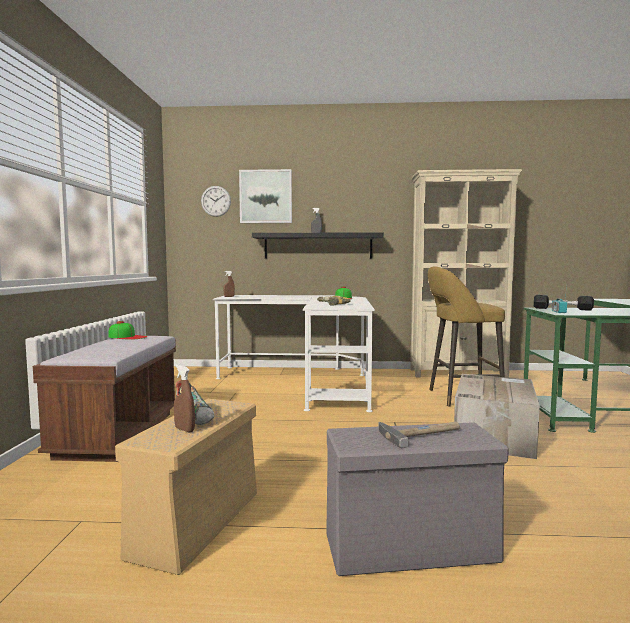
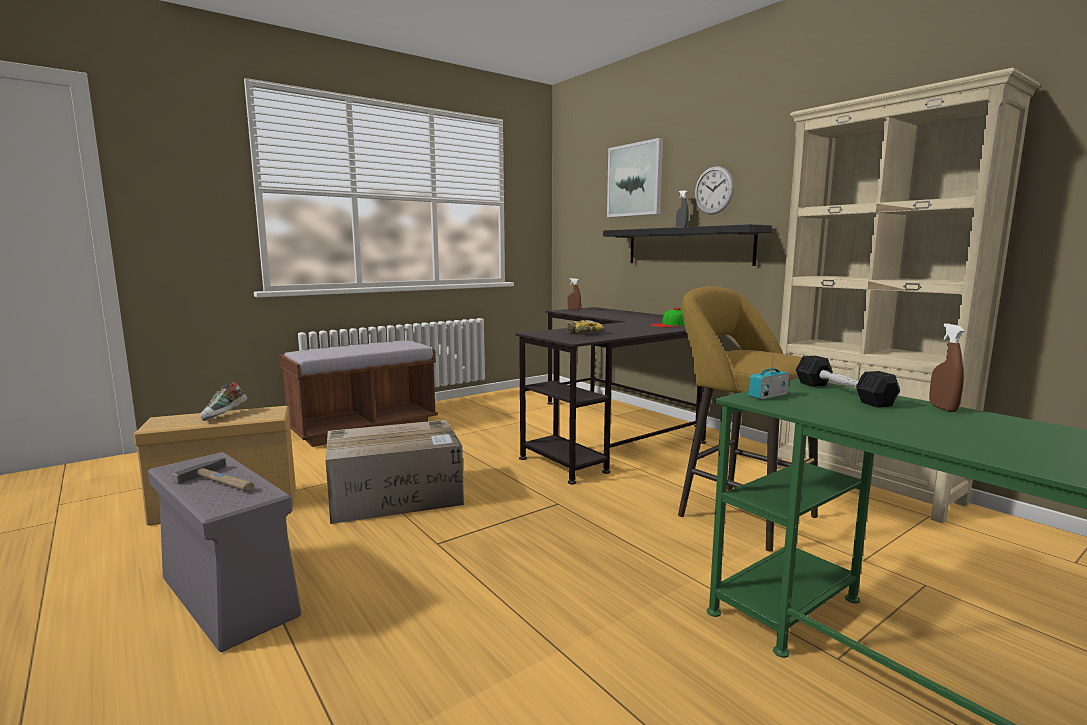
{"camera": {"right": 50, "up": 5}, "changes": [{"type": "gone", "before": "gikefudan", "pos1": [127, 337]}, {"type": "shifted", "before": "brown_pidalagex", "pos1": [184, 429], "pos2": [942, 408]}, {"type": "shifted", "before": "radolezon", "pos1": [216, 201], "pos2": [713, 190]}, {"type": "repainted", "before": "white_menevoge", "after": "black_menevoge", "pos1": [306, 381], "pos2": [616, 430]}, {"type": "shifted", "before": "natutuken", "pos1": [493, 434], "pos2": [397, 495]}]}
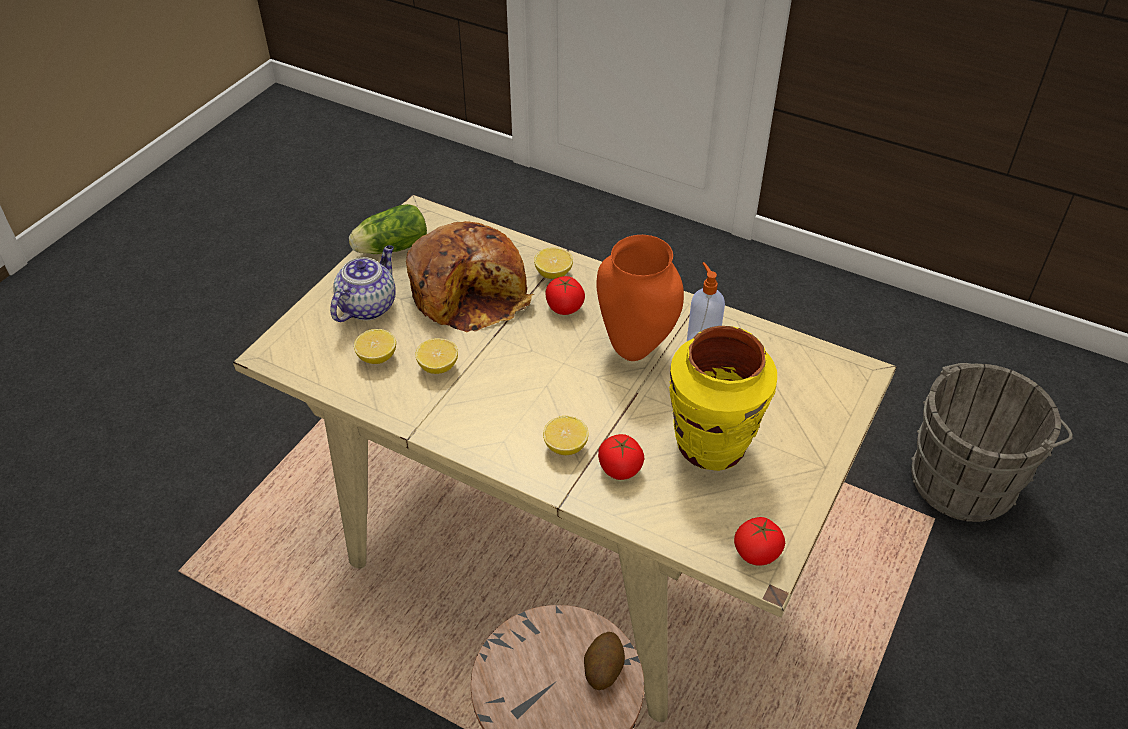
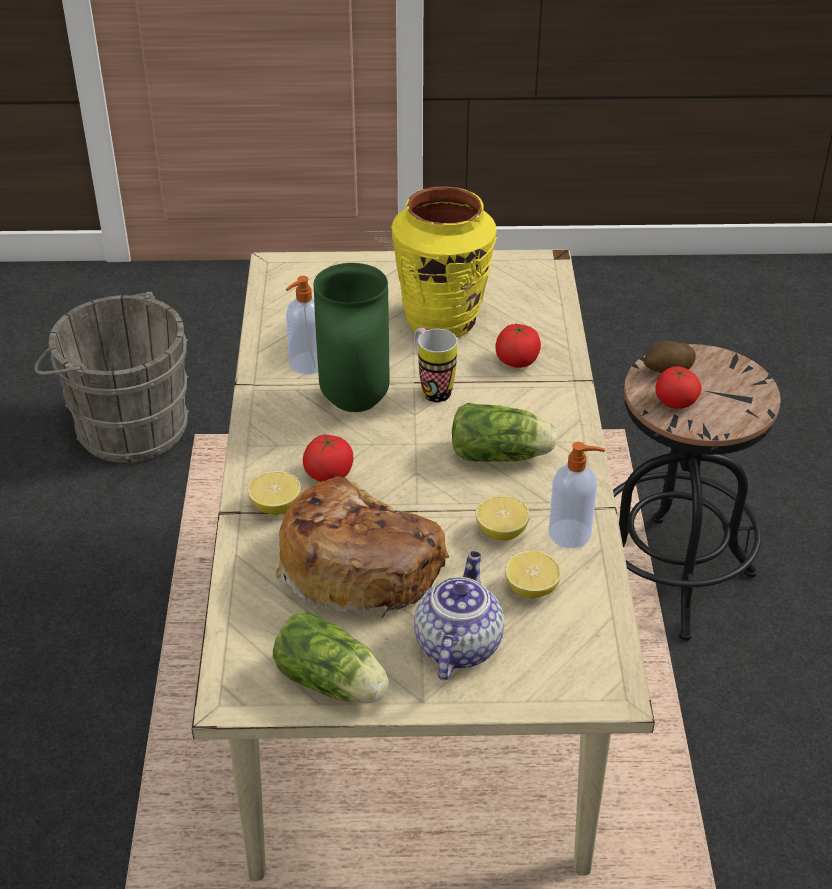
{"camera": {"right": -120, "up": -5}, "changes": [{"type": "rotated", "before": "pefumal", "pos1": [368, 305], "pos2": [457, 644], "turn": 105}, {"type": "gone", "before": "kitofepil", "pos1": [565, 446]}, {"type": "repainted", "before": "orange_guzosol", "after": "green_guzosol", "pos1": [636, 348], "pos2": [352, 402]}, {"type": "shifted", "before": "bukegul", "pos1": [756, 553], "pos2": [675, 402]}, {"type": "new", "after": "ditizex", "pos2": [431, 388]}, {"type": "new", "after": "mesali", "pos2": [503, 455]}, {"type": "new", "after": "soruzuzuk", "pos2": [571, 534]}]}
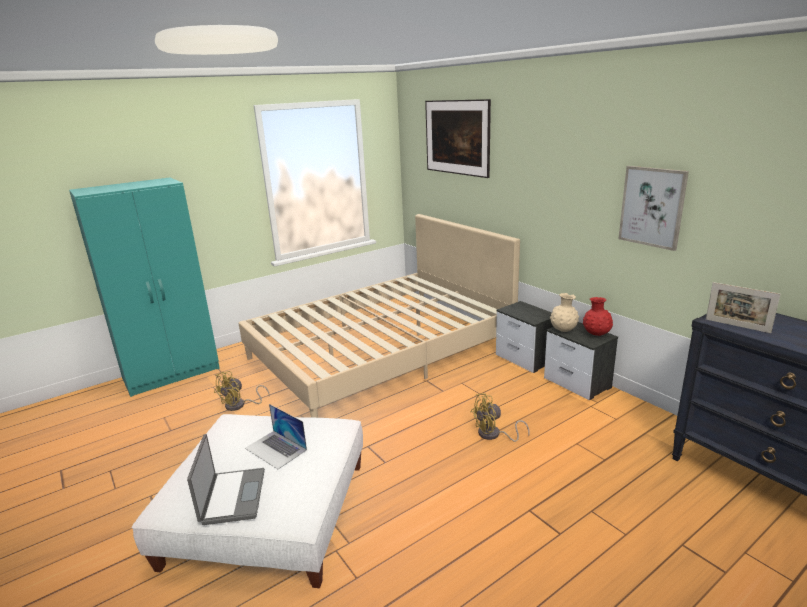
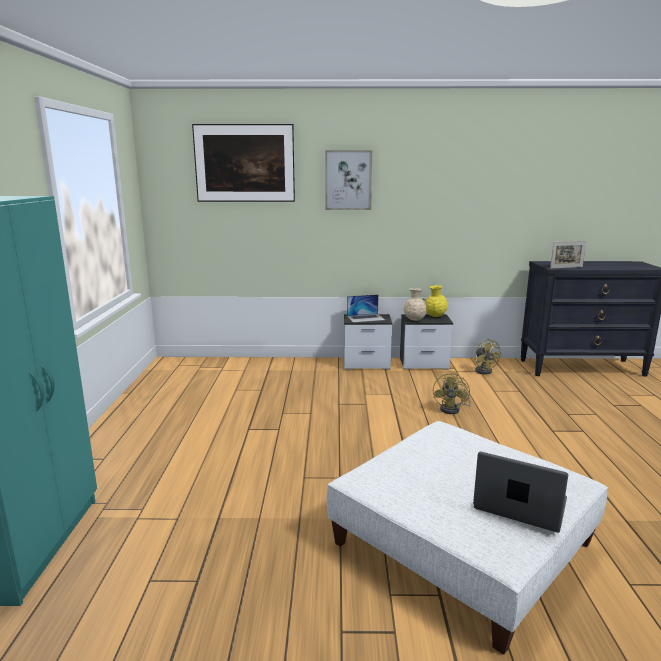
{"camera": {"right": -55, "up": -5}, "changes": [{"type": "shifted", "before": "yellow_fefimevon", "pos1": [239, 405], "pos2": [484, 370]}, {"type": "gone", "before": "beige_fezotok", "pos1": [381, 351]}, {"type": "shifted", "before": "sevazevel", "pos1": [276, 449], "pos2": [365, 318]}, {"type": "repainted", "before": "red_guzosol", "after": "yellow_guzosol", "pos1": [596, 334], "pos2": [435, 316]}, {"type": "shifted", "before": "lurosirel", "pos1": [652, 207], "pos2": [348, 180]}]}
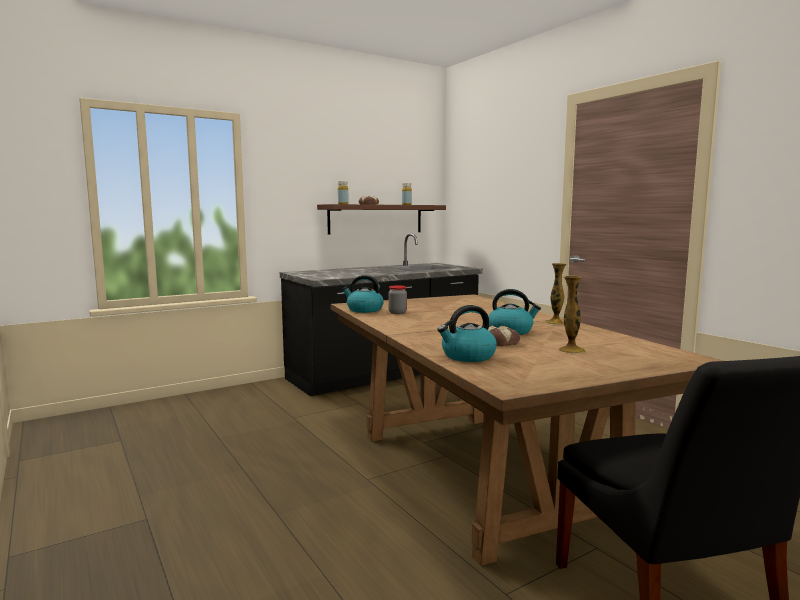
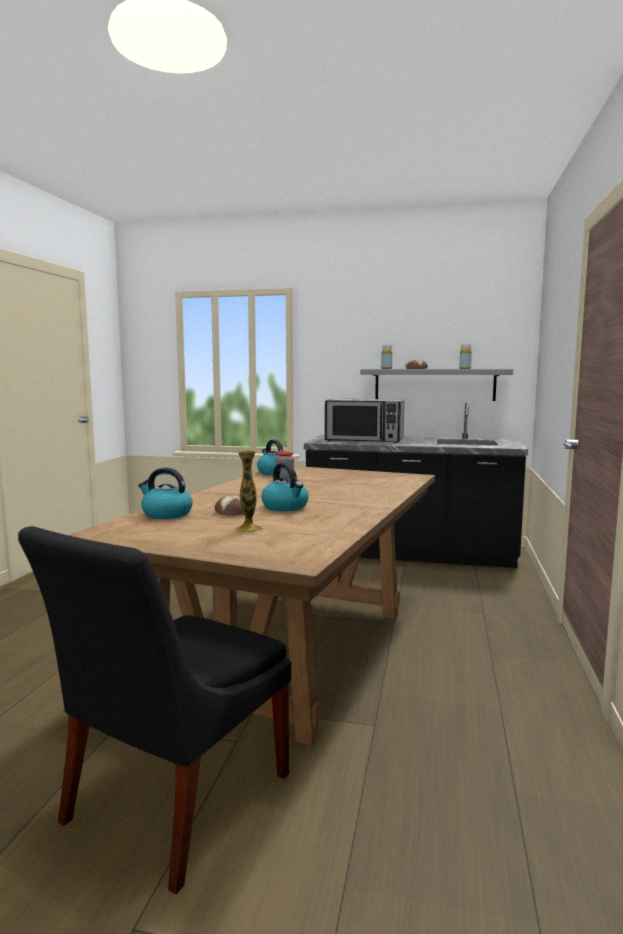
{"camera": {"right": 45, "up": 0}, "changes": [{"type": "repainted", "before": "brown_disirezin", "after": "grey_disirezin", "pos1": [376, 219], "pos2": [434, 384]}, {"type": "gone", "before": "guzosol", "pos1": [555, 323]}, {"type": "new", "after": "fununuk", "pos2": [364, 440]}]}
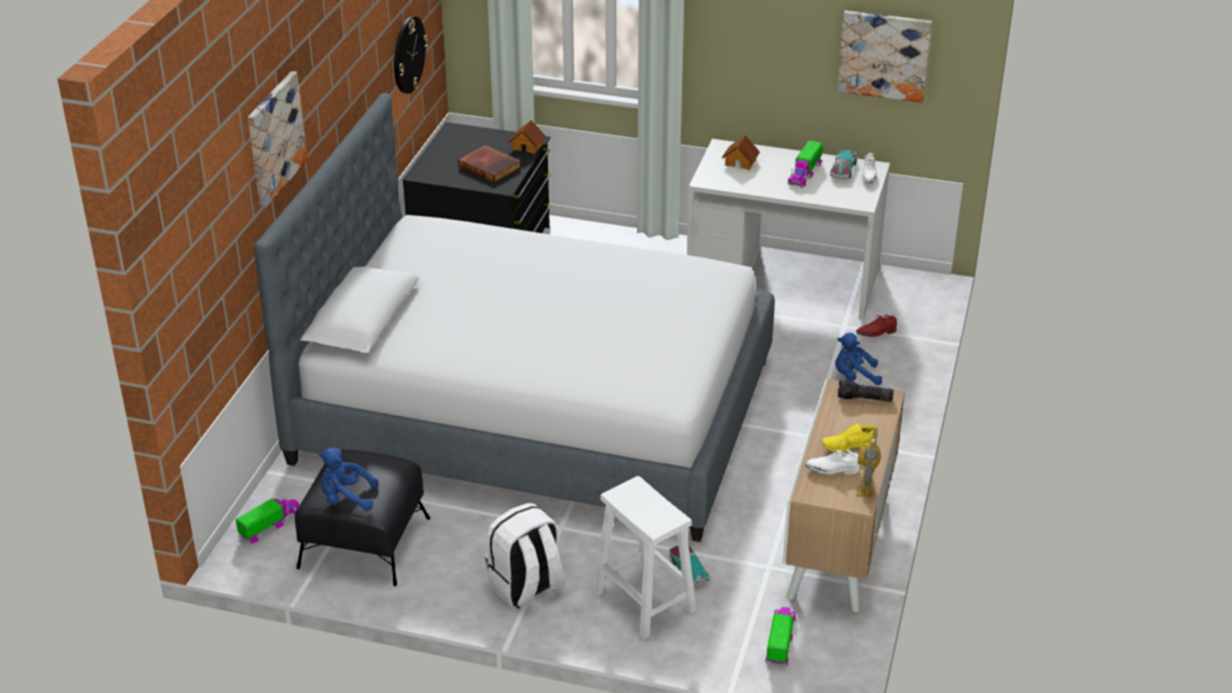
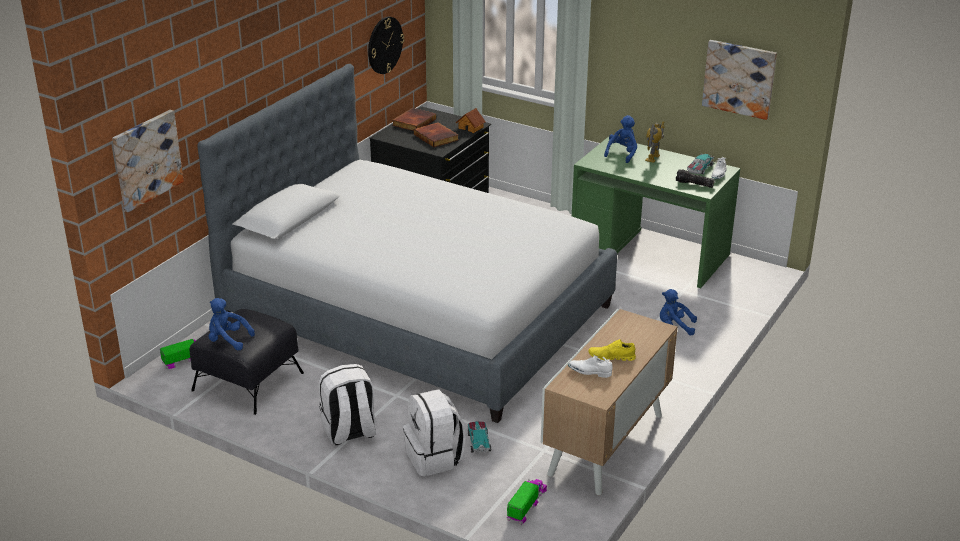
{"camera": {"right": 15, "up": -5}, "changes": [{"type": "shifted", "before": "lurosirel", "pos1": [274, 138], "pos2": [146, 159]}, {"type": "swapped", "before": "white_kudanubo", "after": "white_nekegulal", "pos1": [645, 602], "pos2": [434, 458]}, {"type": "repainted", "before": "white_menevoge", "after": "green_menevoge", "pos1": [783, 279], "pos2": [649, 252]}, {"type": "swapped", "before": "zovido", "after": "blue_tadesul", "pos1": [741, 162], "pos2": [622, 154]}, {"type": "gone", "before": "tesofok", "pos1": [805, 173]}, {"type": "shifted", "before": "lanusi", "pos1": [864, 399], "pos2": [694, 184]}, {"type": "gone", "before": "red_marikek", "pos1": [876, 333]}, {"type": "shifted", "before": "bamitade", "pos1": [866, 487], "pos2": [653, 158]}, {"type": "new", "after": "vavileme", "pos2": [413, 122]}]}
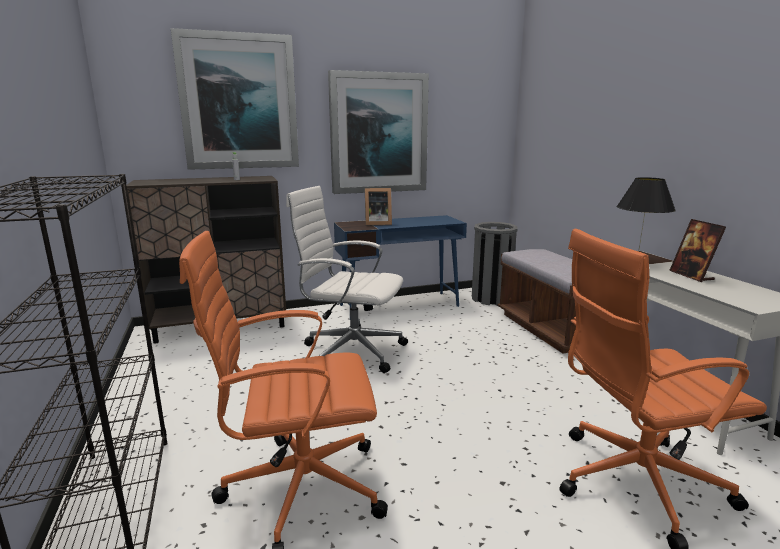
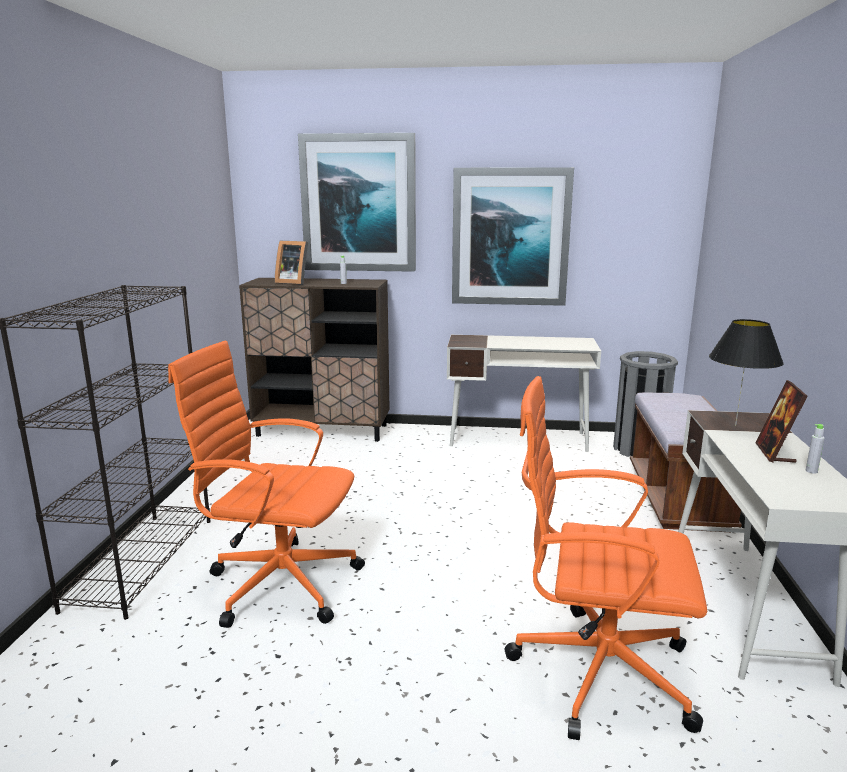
{"camera": {"right": 25, "up": 0}, "changes": [{"type": "gone", "before": "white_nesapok", "pos1": [351, 351]}, {"type": "repainted", "before": "blue_menevoge", "after": "white_menevoge", "pos1": [400, 305], "pos2": [518, 439]}, {"type": "shifted", "before": "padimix", "pos1": [377, 223], "pos2": [293, 282]}, {"type": "new", "after": "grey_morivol", "pos2": [811, 471]}]}
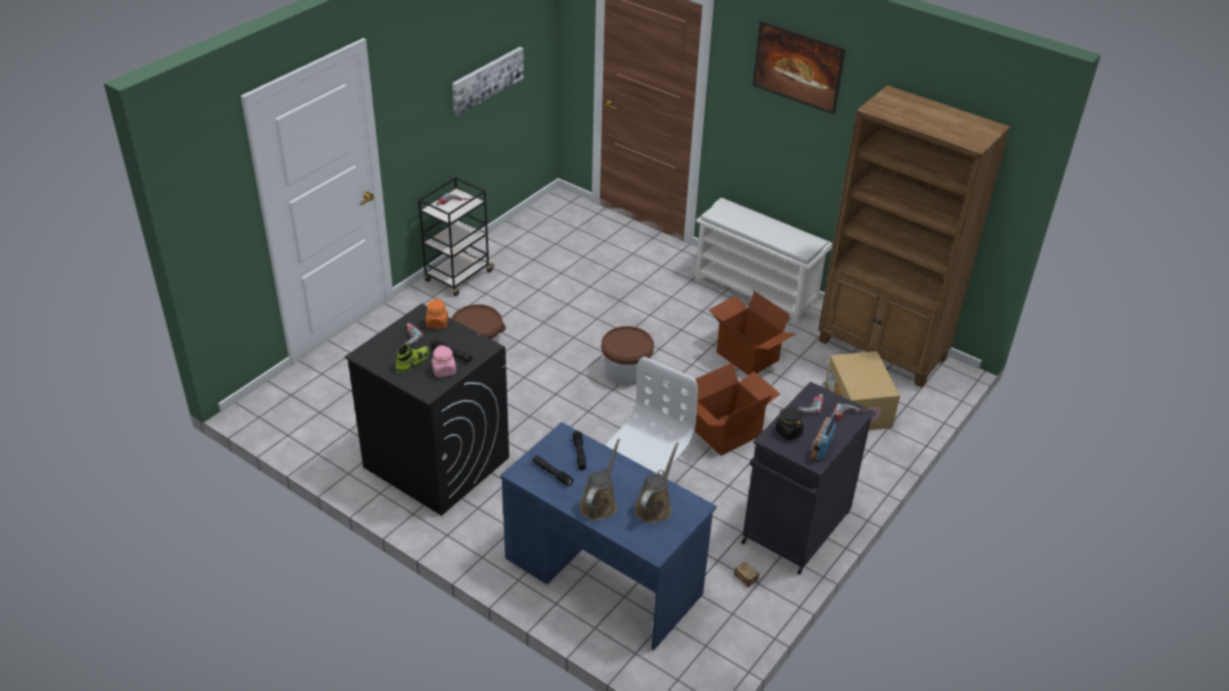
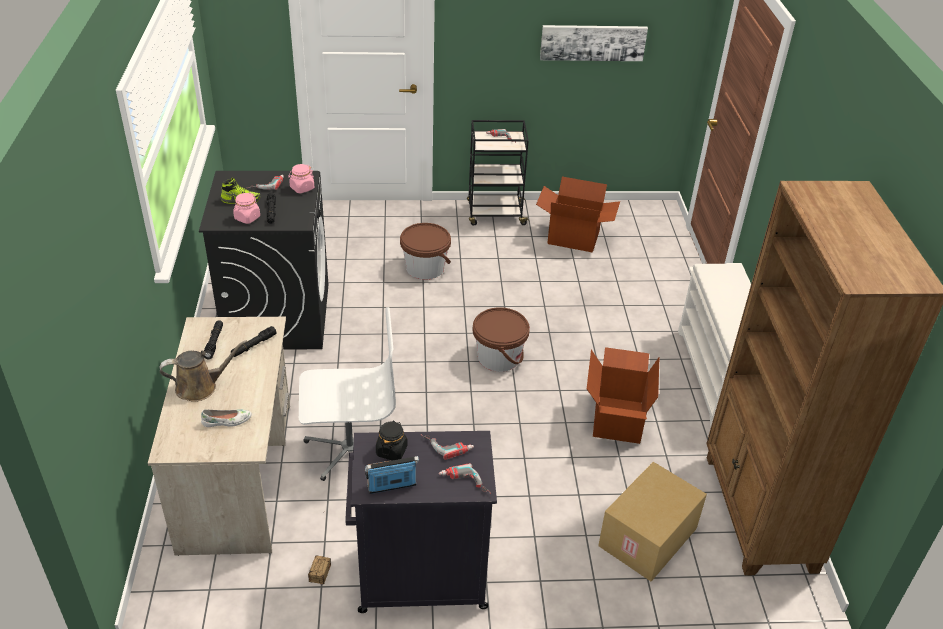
{"camera": {"right": 50, "up": 0}, "changes": [{"type": "repainted", "before": "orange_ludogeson", "after": "pink_ludogeson", "pos1": [437, 323], "pos2": [302, 188]}, {"type": "repainted", "before": "blue_menevoge", "after": "beige_menevoge", "pos1": [603, 576], "pos2": [237, 475]}, {"type": "swapped", "before": "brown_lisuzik", "after": "white_marikek", "pos1": [654, 506], "pos2": [227, 421]}, {"type": "shifted", "before": "natutuken", "pos1": [727, 432], "pos2": [573, 237]}, {"type": "gone", "before": "lurosirel", "pos1": [795, 83]}]}
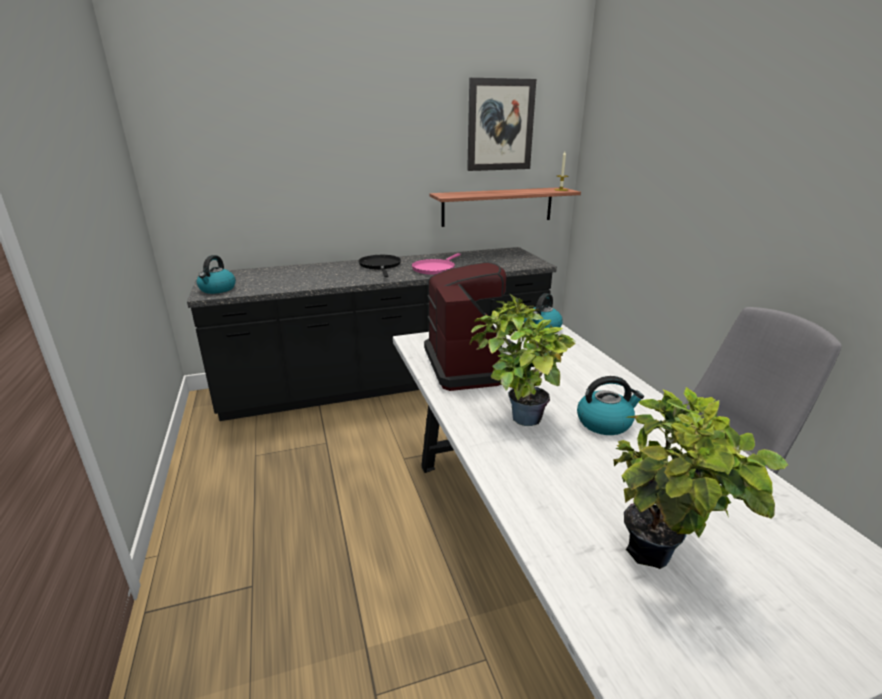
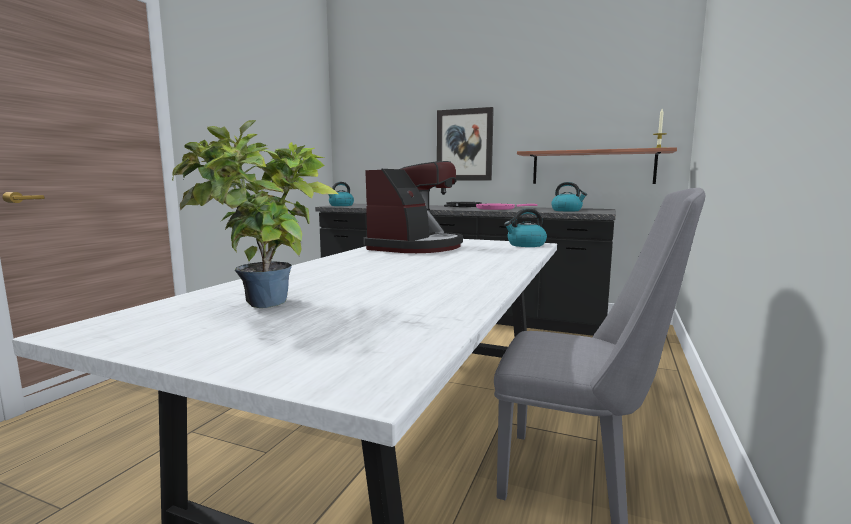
{"camera": {"right": 40, "up": -15}, "changes": [{"type": "shifted", "before": "lurosirel", "pos1": [500, 125], "pos2": [464, 145]}, {"type": "gone", "before": "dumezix", "pos1": [517, 418]}, {"type": "shifted", "before": "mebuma", "pos1": [605, 423], "pos2": [567, 210]}]}
